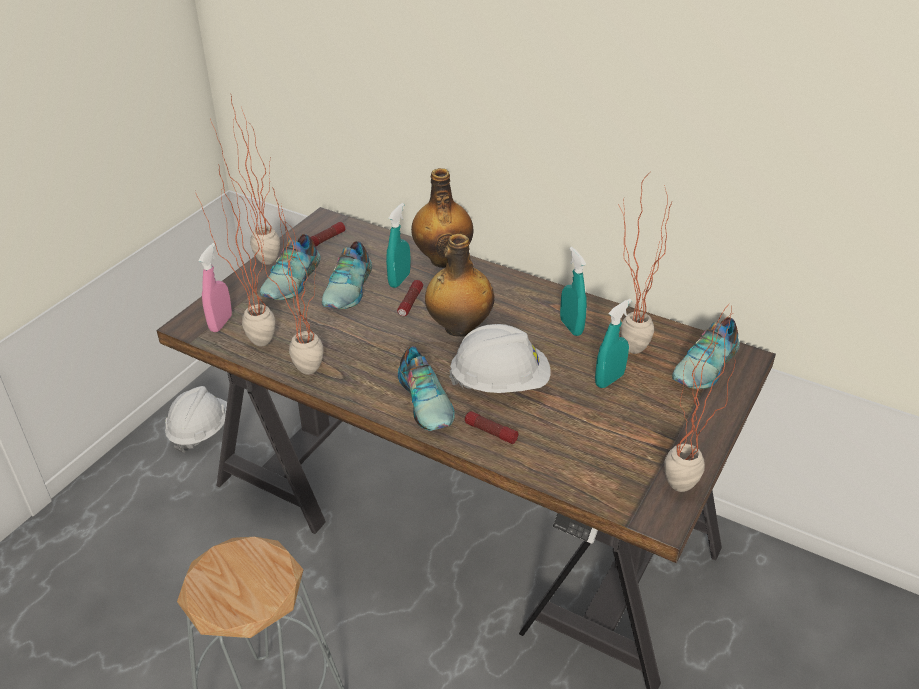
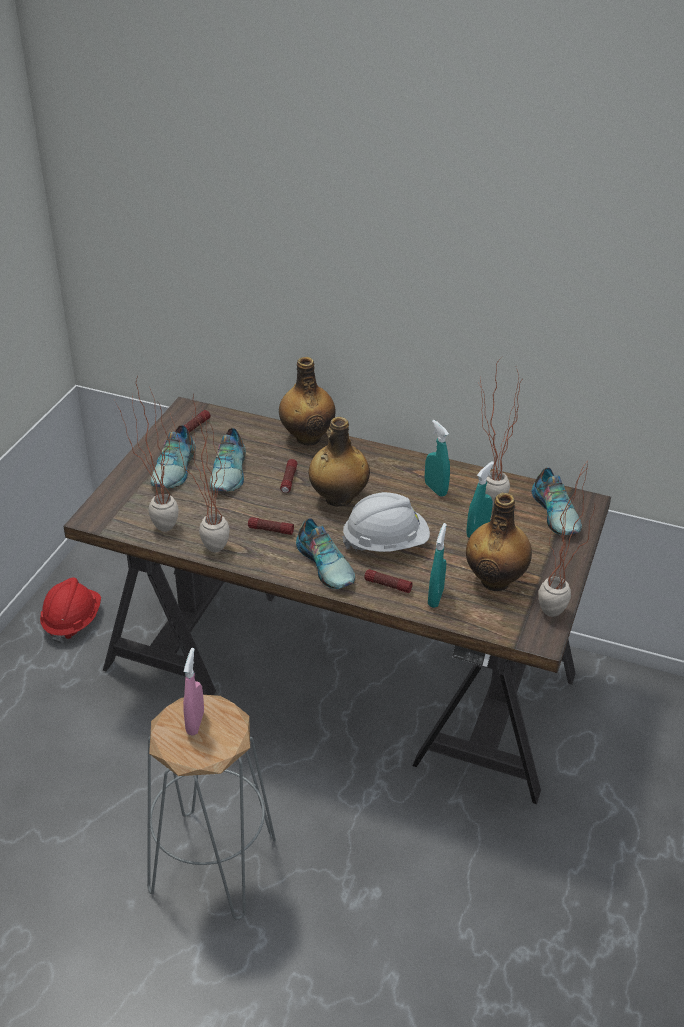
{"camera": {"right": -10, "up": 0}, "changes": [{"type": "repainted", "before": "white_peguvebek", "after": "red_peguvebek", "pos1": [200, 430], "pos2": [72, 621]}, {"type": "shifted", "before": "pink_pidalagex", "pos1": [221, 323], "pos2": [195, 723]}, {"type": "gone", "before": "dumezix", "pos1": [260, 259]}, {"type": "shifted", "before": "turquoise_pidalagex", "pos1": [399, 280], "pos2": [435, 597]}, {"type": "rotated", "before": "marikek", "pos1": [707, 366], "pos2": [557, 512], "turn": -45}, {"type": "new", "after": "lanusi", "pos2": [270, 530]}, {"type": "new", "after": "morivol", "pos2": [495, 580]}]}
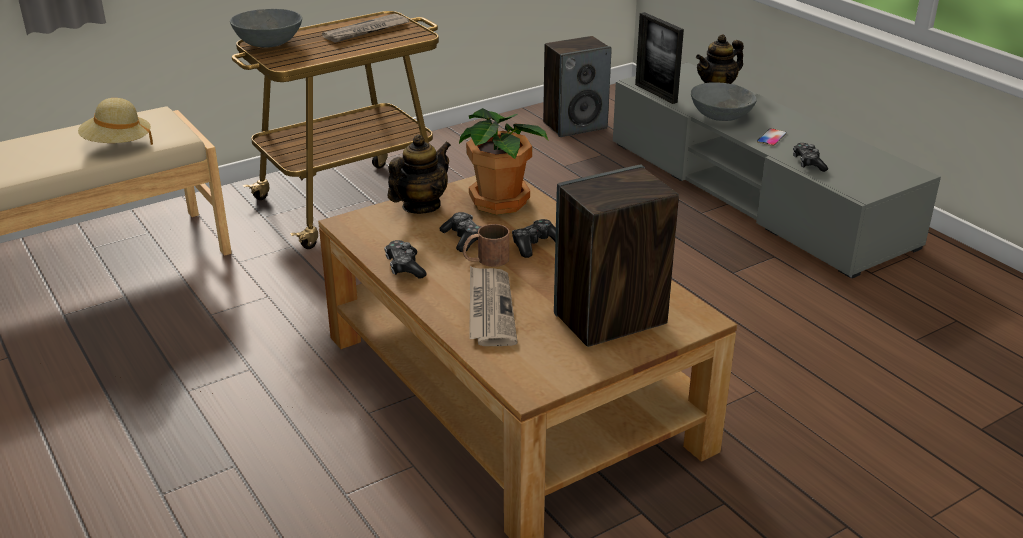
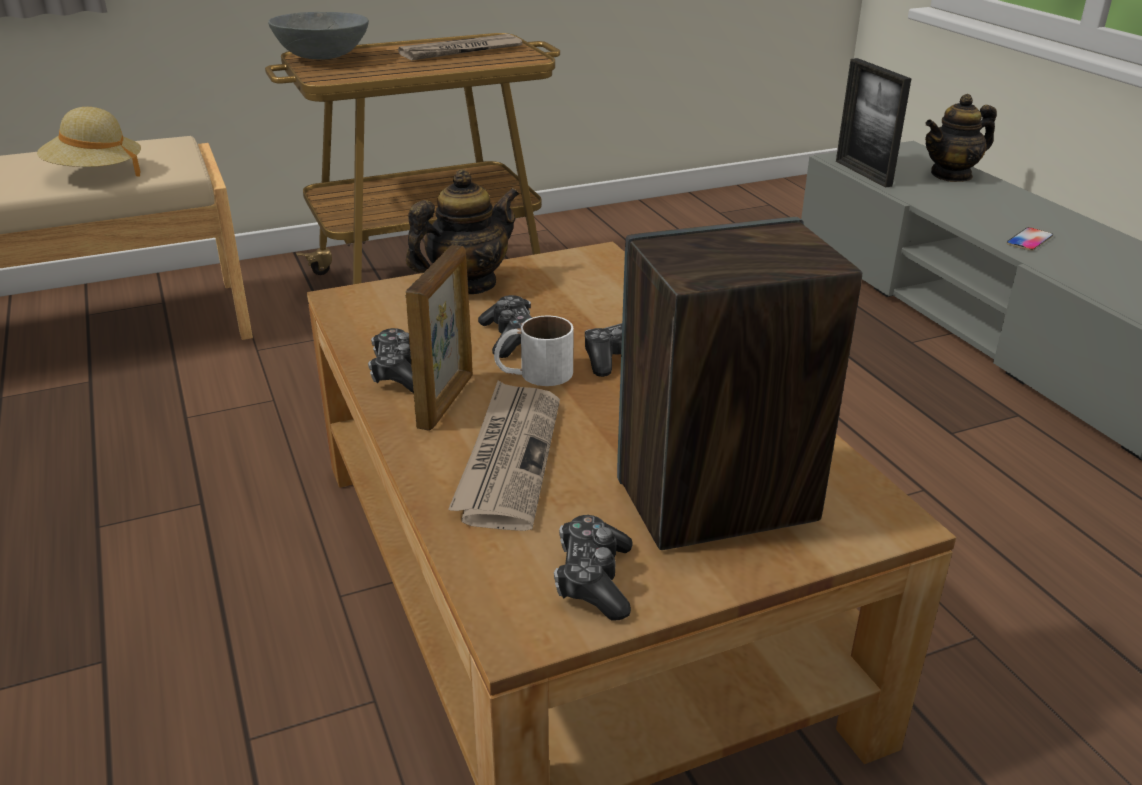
{"camera": {"right": 10, "up": 0}, "changes": [{"type": "gone", "before": "dumezix", "pos1": [501, 201]}, {"type": "repainted", "before": "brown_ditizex", "after": "white_ditizex", "pos1": [485, 260], "pos2": [533, 373]}, {"type": "gone", "before": "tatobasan", "pos1": [575, 125]}, {"type": "gone", "before": "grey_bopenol", "pos1": [720, 116]}, {"type": "shifted", "before": "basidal", "pos1": [808, 163], "pos2": [593, 579]}, {"type": "new", "after": "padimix", "pos2": [447, 401]}]}
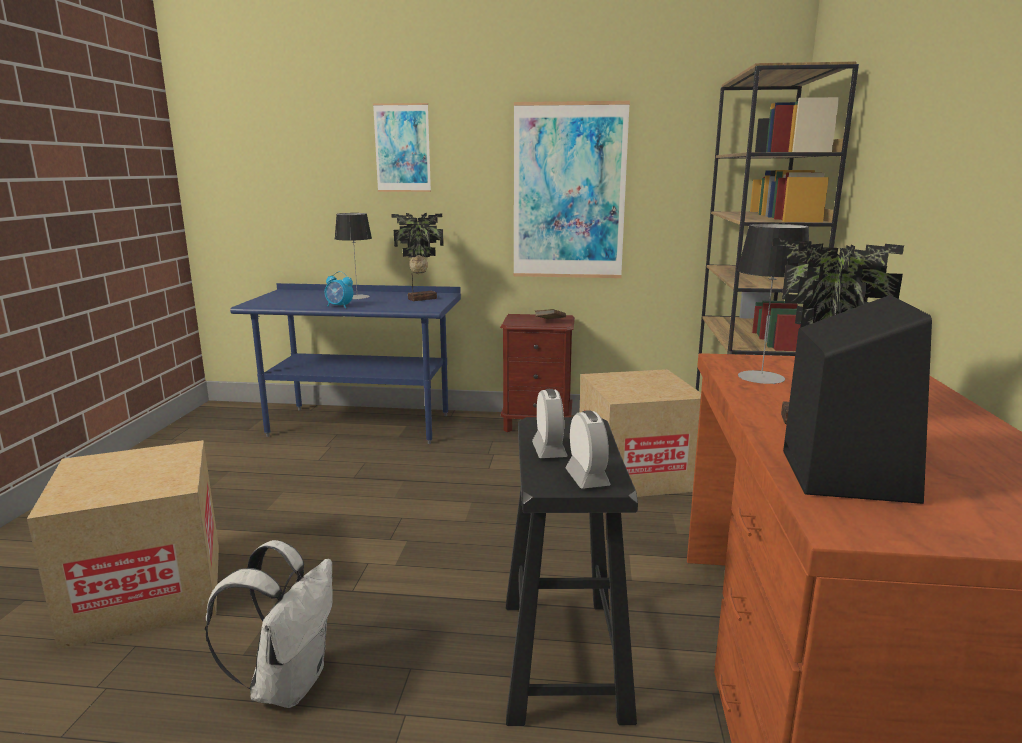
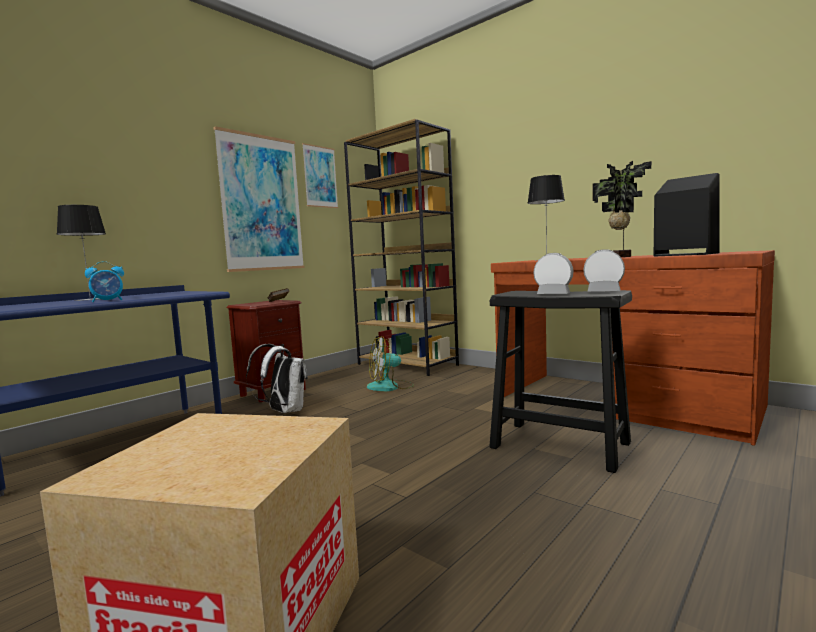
{"camera": {"right": -55, "up": -10}, "changes": [{"type": "shifted", "before": "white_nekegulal", "pos1": [288, 683], "pos2": [283, 411]}, {"type": "shifted", "before": "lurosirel", "pos1": [402, 148], "pos2": [320, 177]}, {"type": "gone", "before": "dumezix", "pos1": [421, 299]}, {"type": "swapped", "before": "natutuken", "after": "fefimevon", "pos1": [635, 474], "pos2": [390, 387]}]}
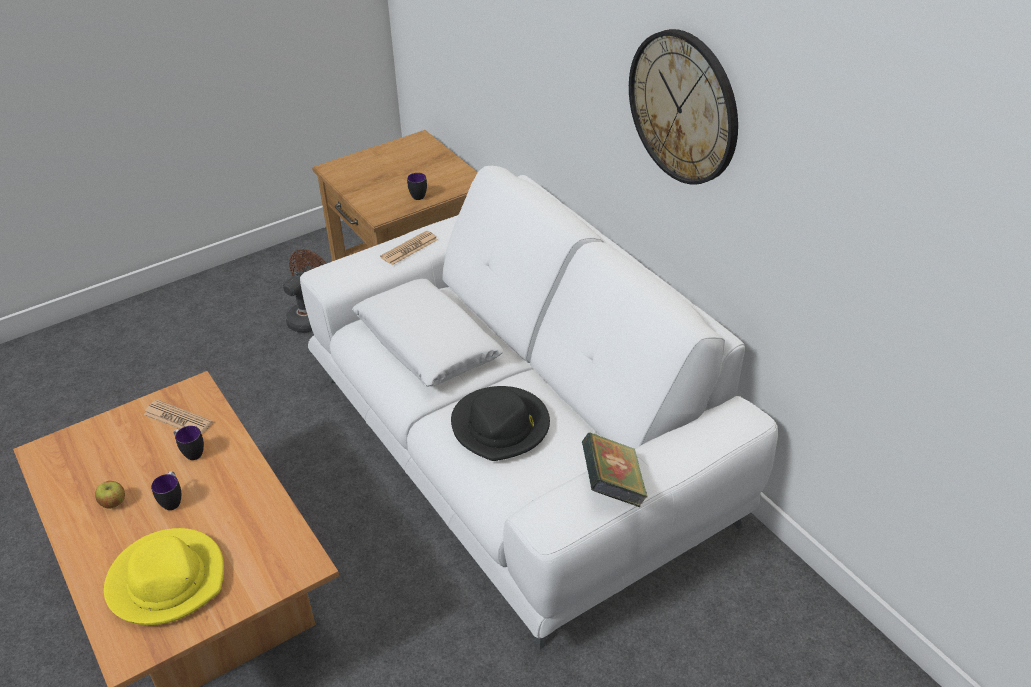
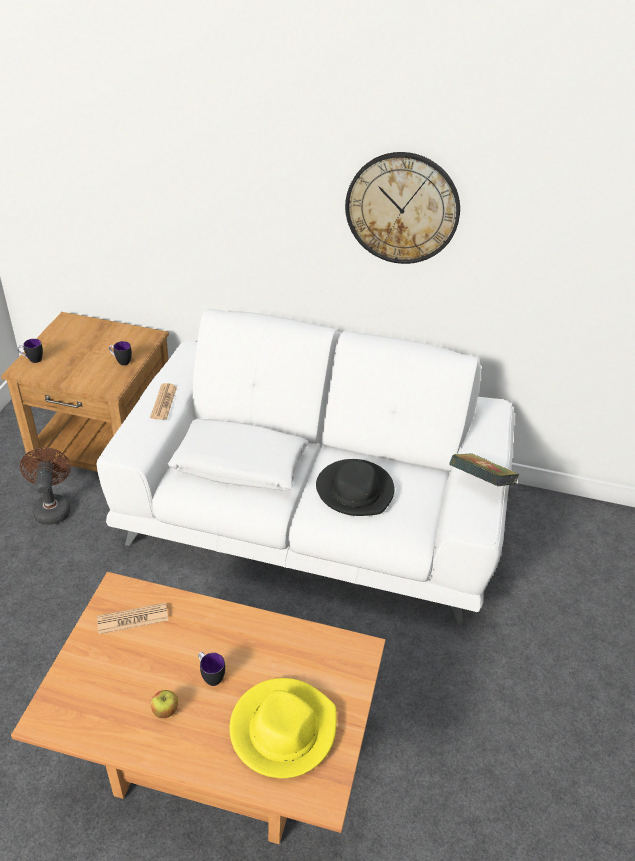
{"camera": {"right": -45, "up": 0}, "changes": [{"type": "shifted", "before": "ditizex", "pos1": [191, 452], "pos2": [32, 360]}]}
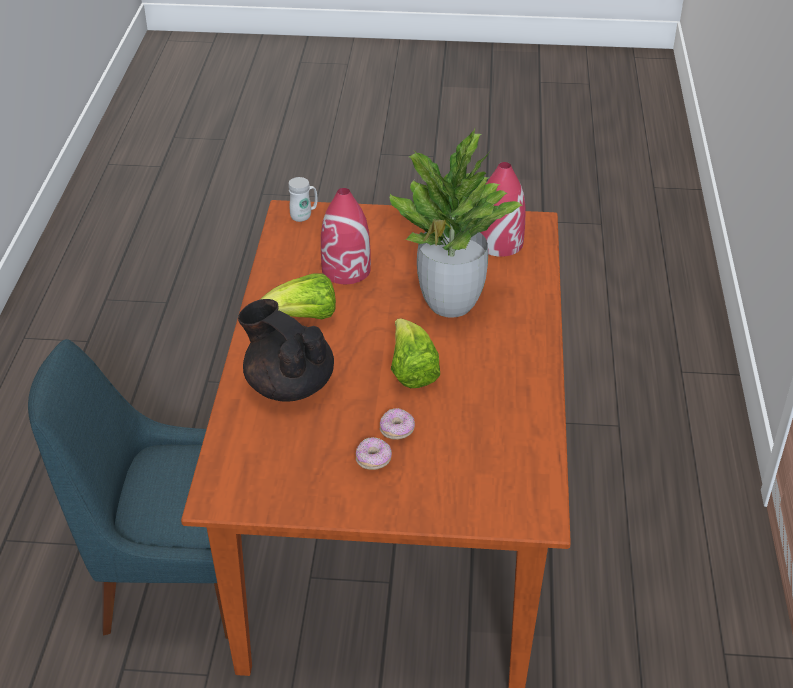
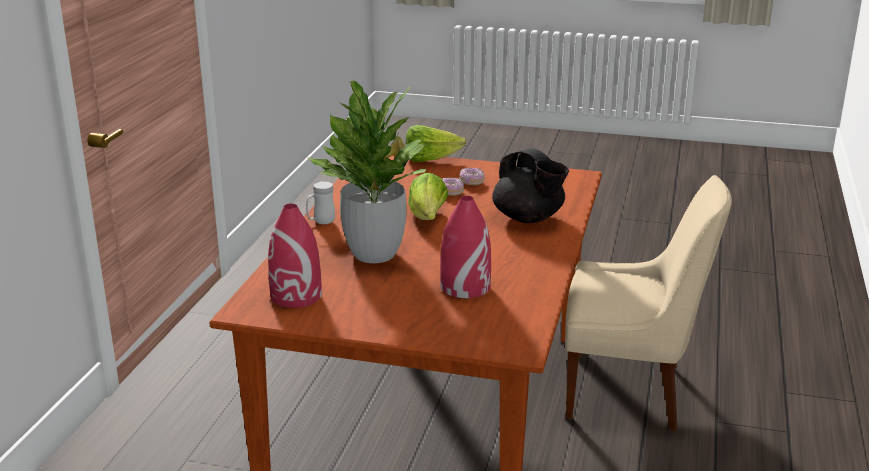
{"camera": {"right": -170, "up": -15}, "changes": [{"type": "repainted", "before": "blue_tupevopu", "after": "beige_tupevopu", "pos1": [171, 578], "pos2": [629, 392]}, {"type": "shifted", "before": "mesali", "pos1": [302, 318], "pos2": [430, 160]}, {"type": "shifted", "before": "white_ditizex", "pos1": [304, 216], "pos2": [321, 222]}]}
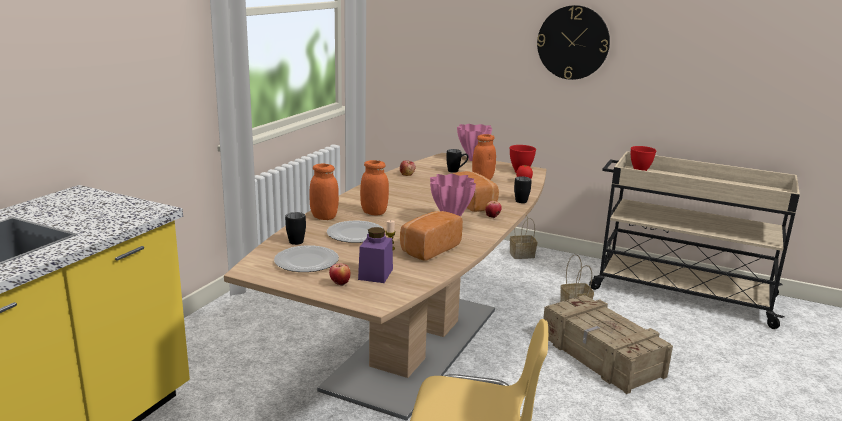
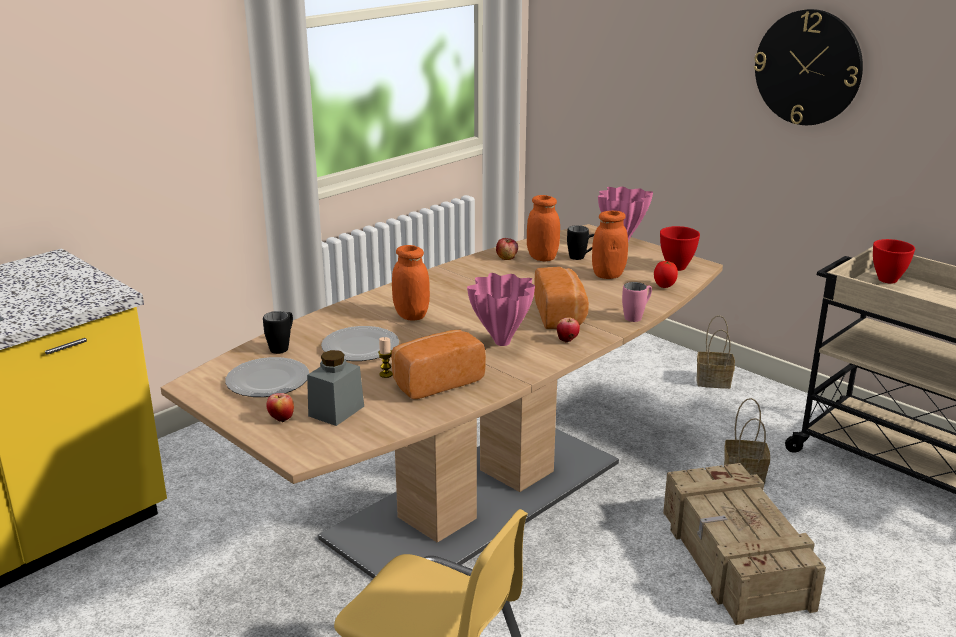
{"camera": {"right": 20, "up": 5}, "changes": [{"type": "shifted", "before": "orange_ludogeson", "pos1": [324, 217], "pos2": [542, 258]}, {"type": "repainted", "before": "purple_ludogeson", "after": "grey_ludogeson", "pos1": [375, 274], "pos2": [336, 411]}, {"type": "repainted", "before": "black_ditizex", "after": "pink_ditizex", "pos1": [523, 200], "pos2": [637, 316]}]}
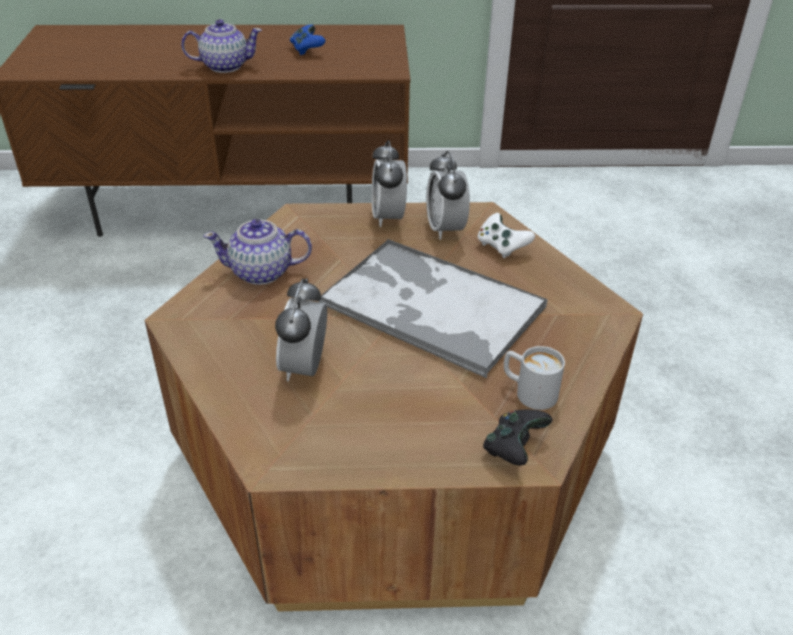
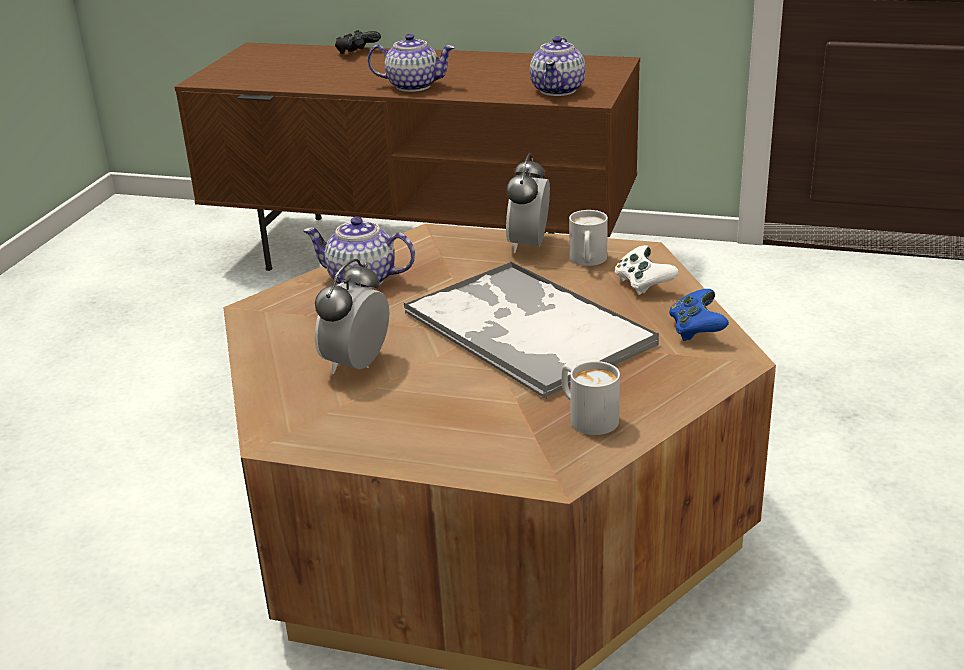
{"camera": {"right": 20, "up": -10}, "changes": [{"type": "shifted", "before": "blue_basidal", "pos1": [307, 49], "pos2": [696, 330]}, {"type": "swapped", "before": "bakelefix", "after": "white_ditizex", "pos1": [445, 229], "pos2": [587, 262]}, {"type": "shifted", "before": "black_basidal", "pos1": [513, 447], "pos2": [357, 53]}, {"type": "new", "after": "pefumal", "pos2": [558, 90]}]}
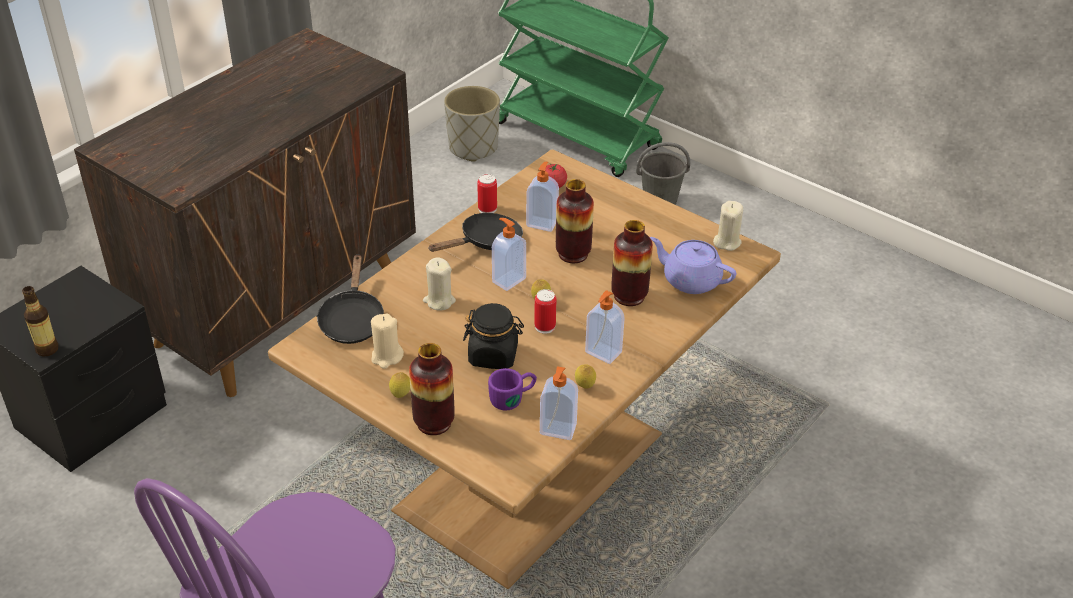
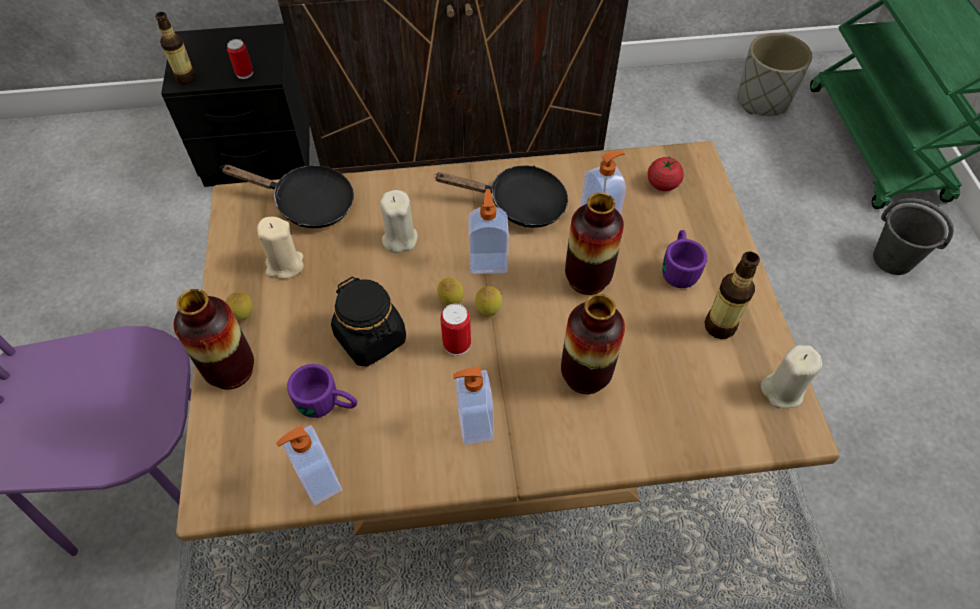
{"camera": {"right": 45, "up": 15}, "changes": [{"type": "rotated", "before": "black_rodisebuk", "pos1": [352, 320], "pos2": [307, 204], "turn": -120}, {"type": "shifted", "before": "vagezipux", "pos1": [487, 209], "pos2": [244, 73]}, {"type": "shifted", "before": "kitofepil", "pos1": [585, 387], "pos2": [451, 302]}, {"type": "gone", "before": "purple_pefumal", "pos1": [690, 280]}, {"type": "new", "after": "purple_ditizex", "pos2": [678, 267]}, {"type": "new", "after": "morivol", "pos2": [719, 326]}]}
